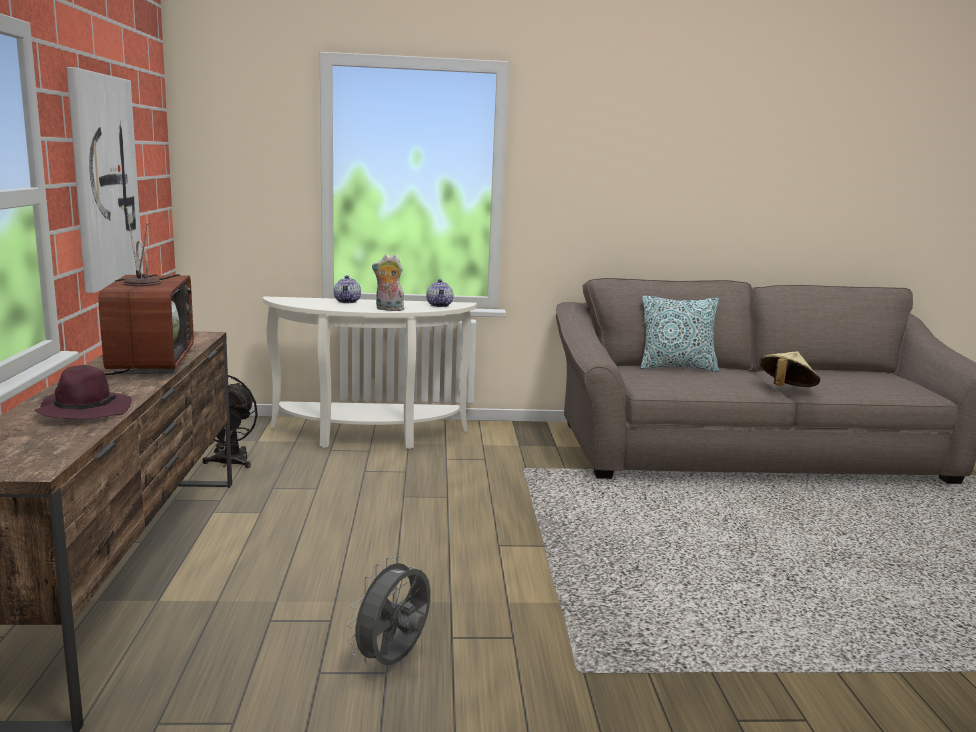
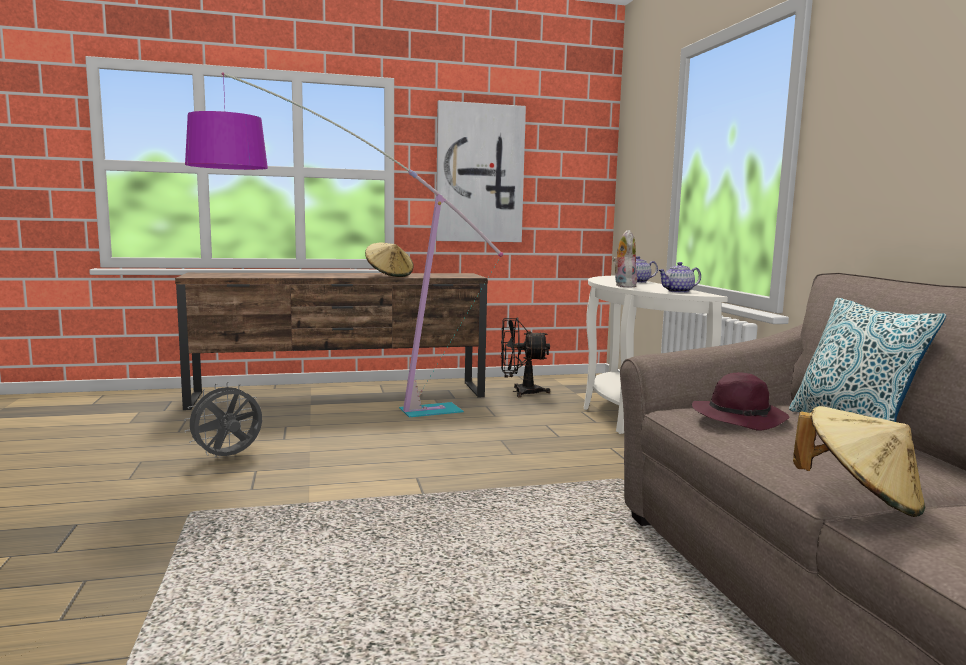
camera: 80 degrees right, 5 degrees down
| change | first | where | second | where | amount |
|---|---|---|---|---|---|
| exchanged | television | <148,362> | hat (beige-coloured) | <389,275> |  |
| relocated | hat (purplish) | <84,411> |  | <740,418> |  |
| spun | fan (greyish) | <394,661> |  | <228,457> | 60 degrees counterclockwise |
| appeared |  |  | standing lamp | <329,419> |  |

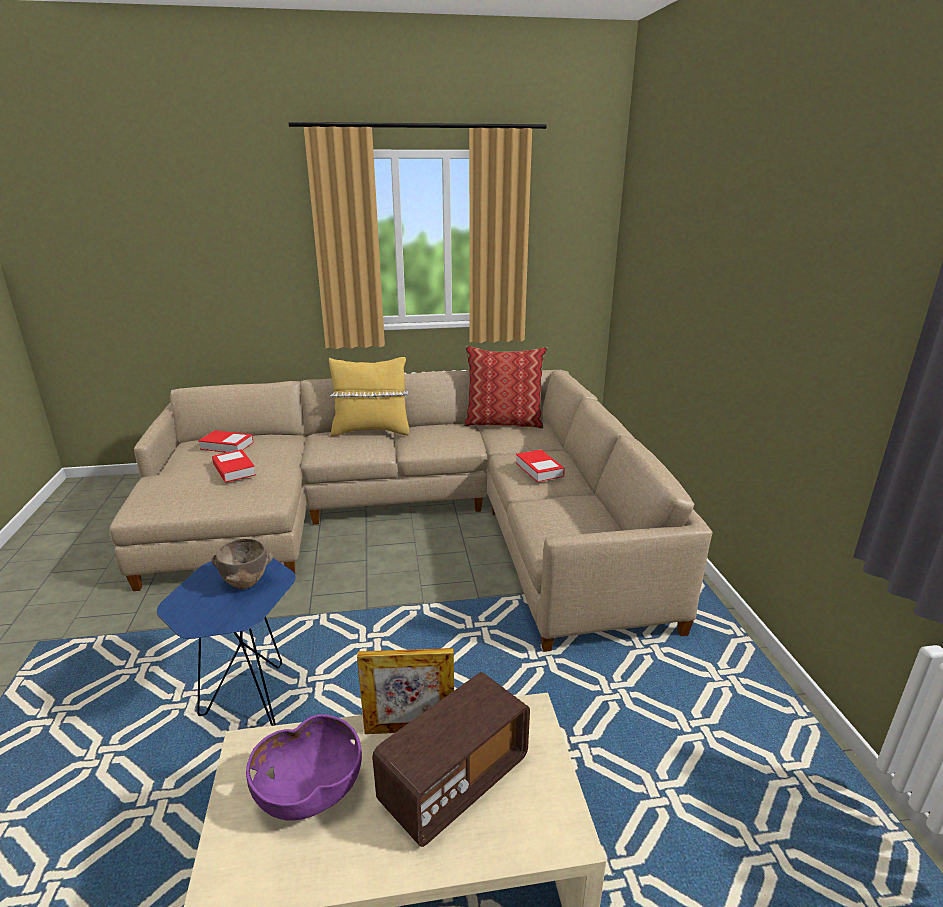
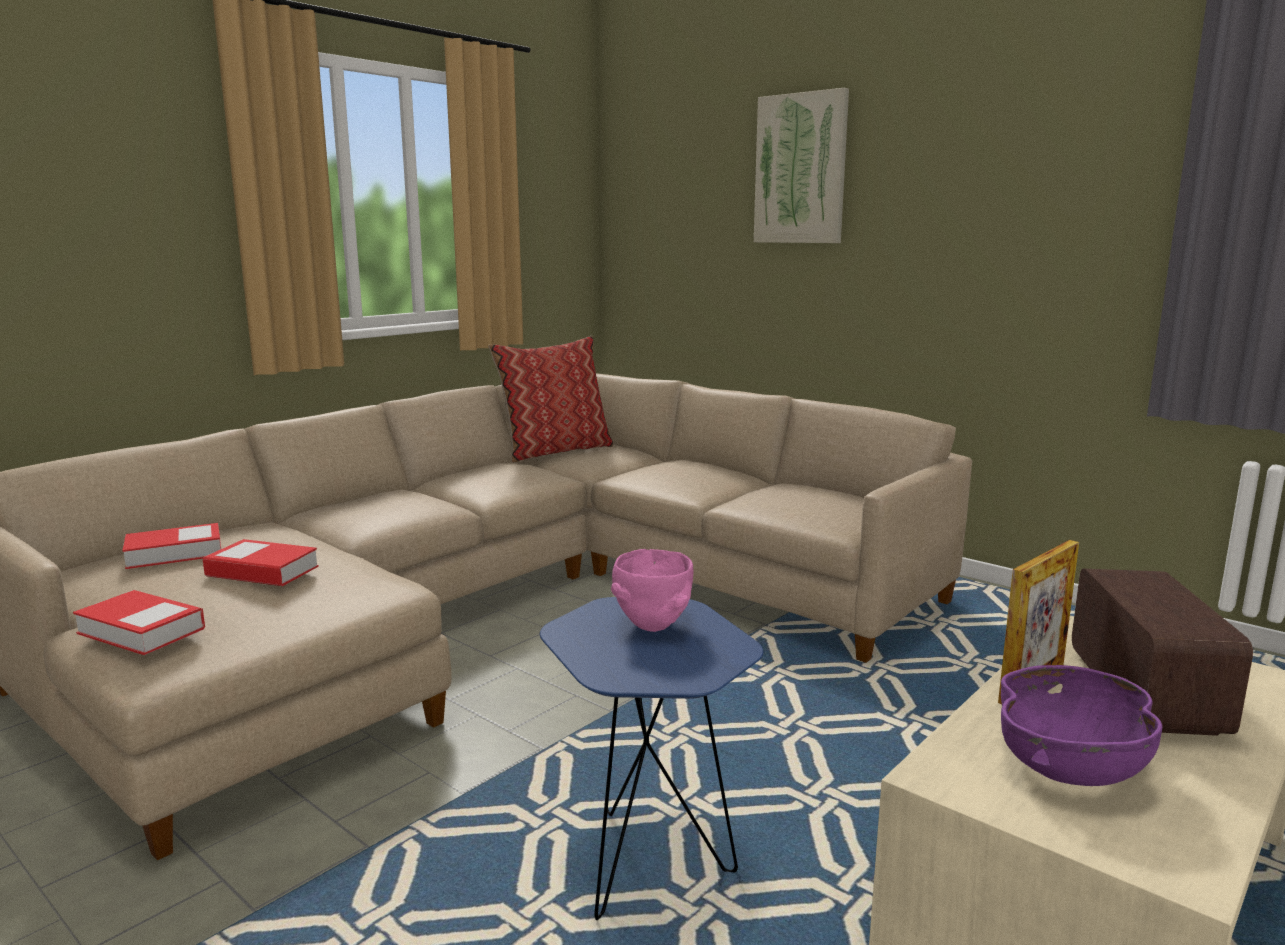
camera: 40 degrees left, 10 degrees down
| change | first | where | second | where | amount |
|---|---|---|---|---|---|
| missing | throw pillow (yellow-coloured) | <371,431> |  |  |  |
| relocated | book | <539,469> |  | <141,631> |  |
| colour | bowl (brown) | <245,584> | bowl (pink) | <652,626> |  |
| appeared |  |  | picture | <801,169> |  |

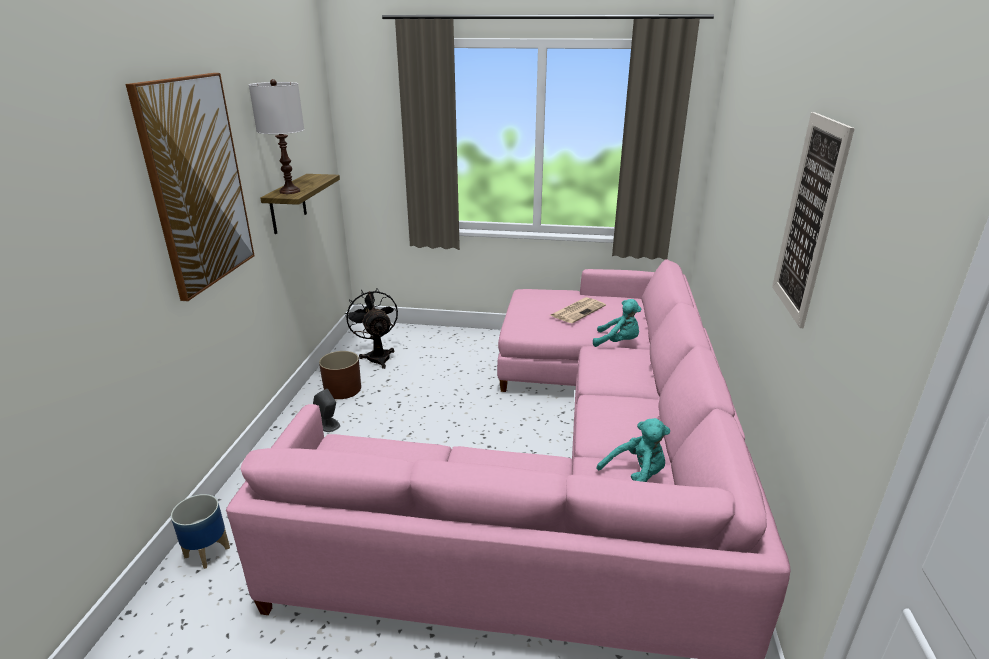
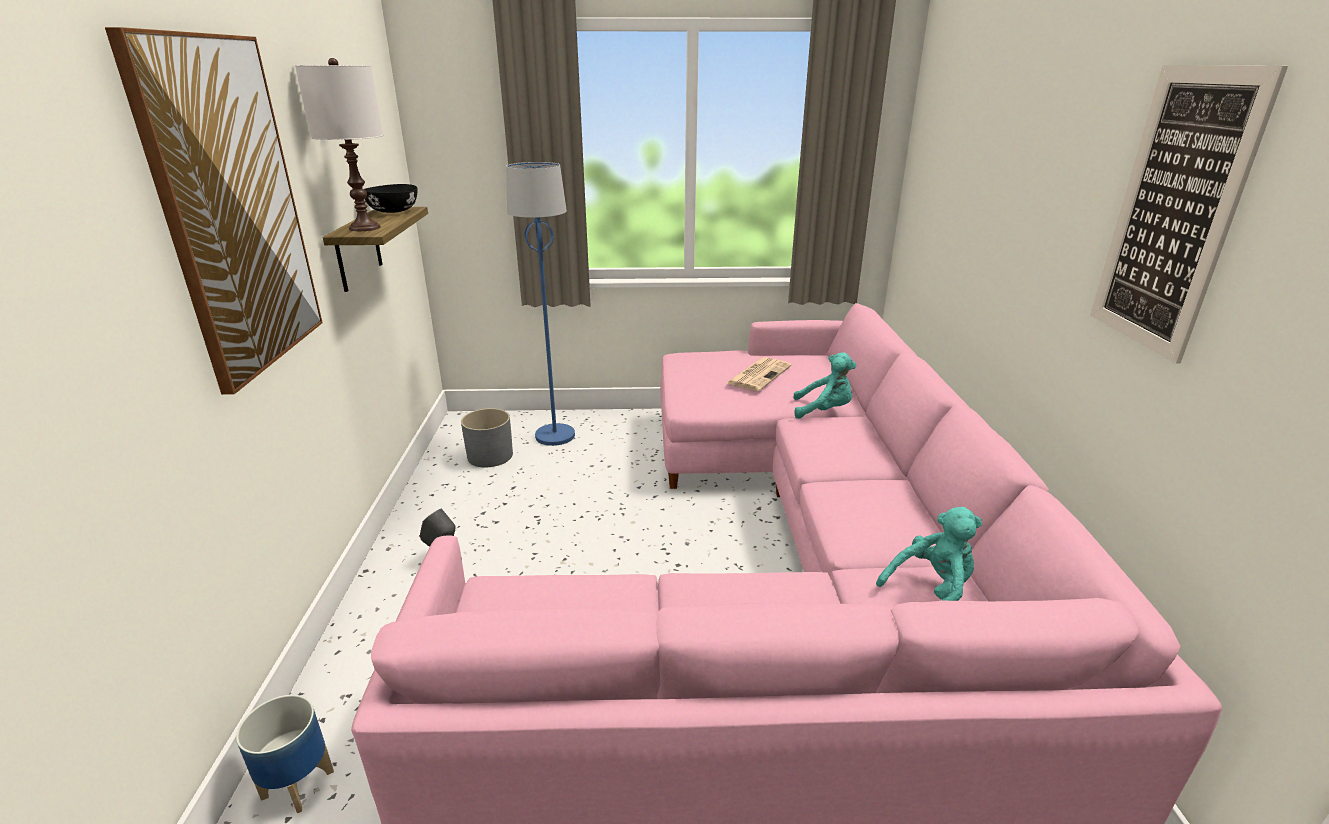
camera: 10 degrees left, 0 degrees up
| change | first | where | second | where | amount |
|---|---|---|---|---|---|
| exchanged | fan (blackish) | <377,356> | planter (greyish) | <490,456> |  |
| missing | planter (brown) | <342,389> |  |  |  |
| appeared |  |  | standing lamp (bluish) | <555,435> |  |
| appeared |  |  | bowl (blackish) | <393,211> |  |

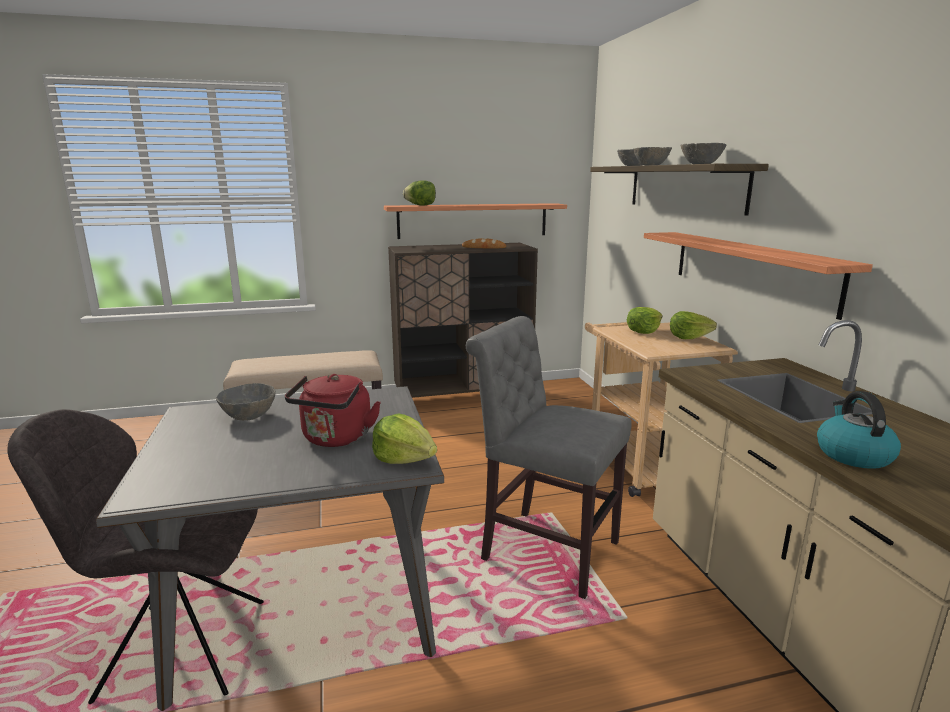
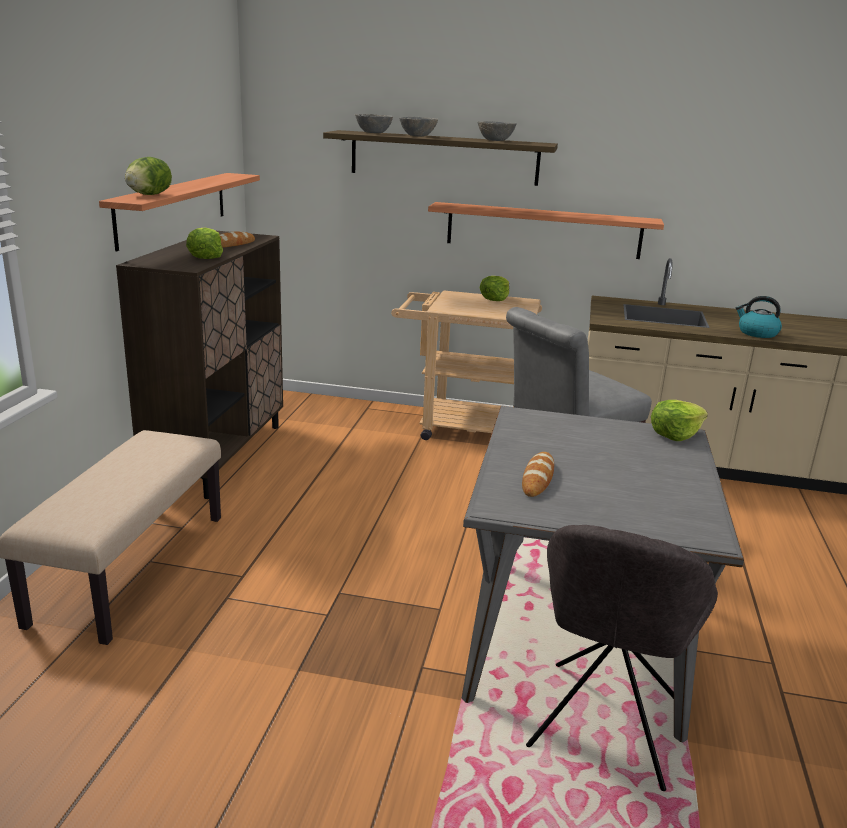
camera: 65 degrees left, 5 degrees up
| change | first | where | second | where | amount |
|---|---|---|---|---|---|
| relocated | head of lettuce | <643,331> |  | <205,256> |  |
| missing | tea kettle (red) | <335,439> |  |  |  |
| exchanged | bowl (greyish) | <249,416> | bakery bread | <538,478> |  |

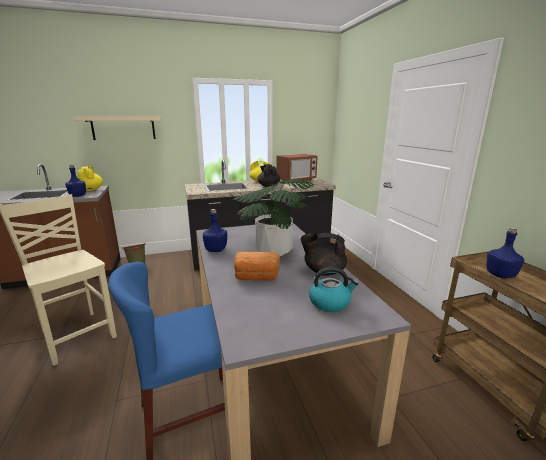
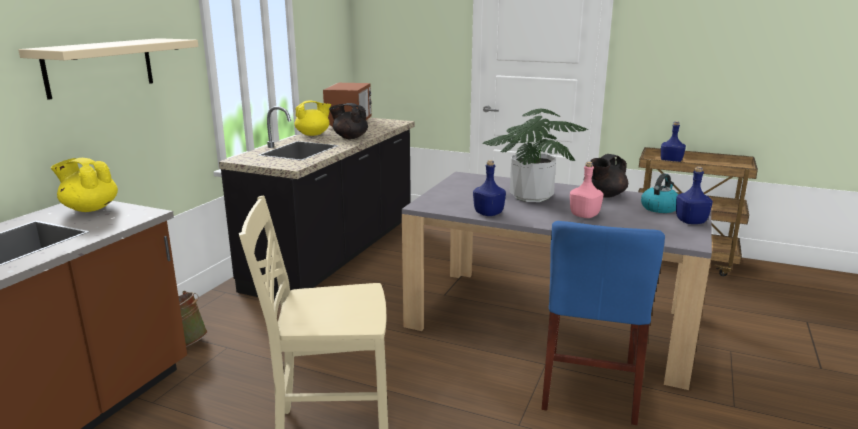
camera: 50 degrees left, 0 degrees up
| change | first | where | second | where | amount |
|---|---|---|---|---|---|
| relocated | beverage bottle (bluish) | <78,196> |  | <690,221> |  |
| exchanged | bakery bread | <256,277> | beverage bottle (pink) | <584,215> |  |

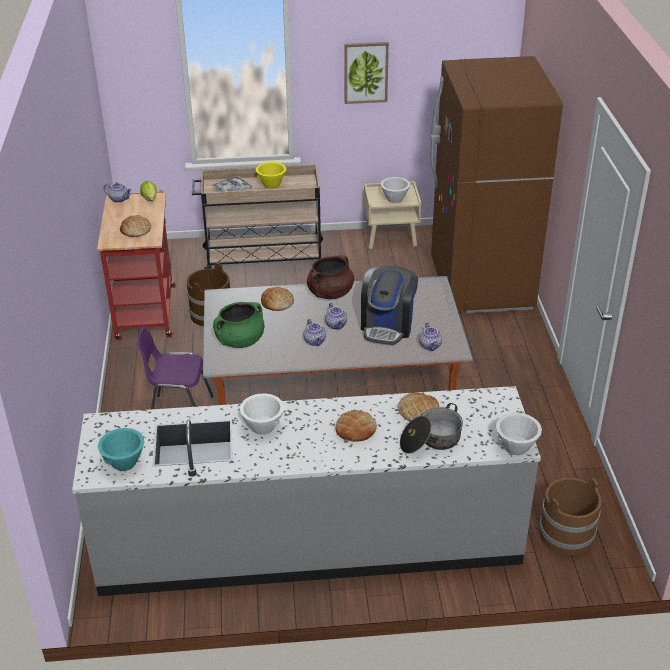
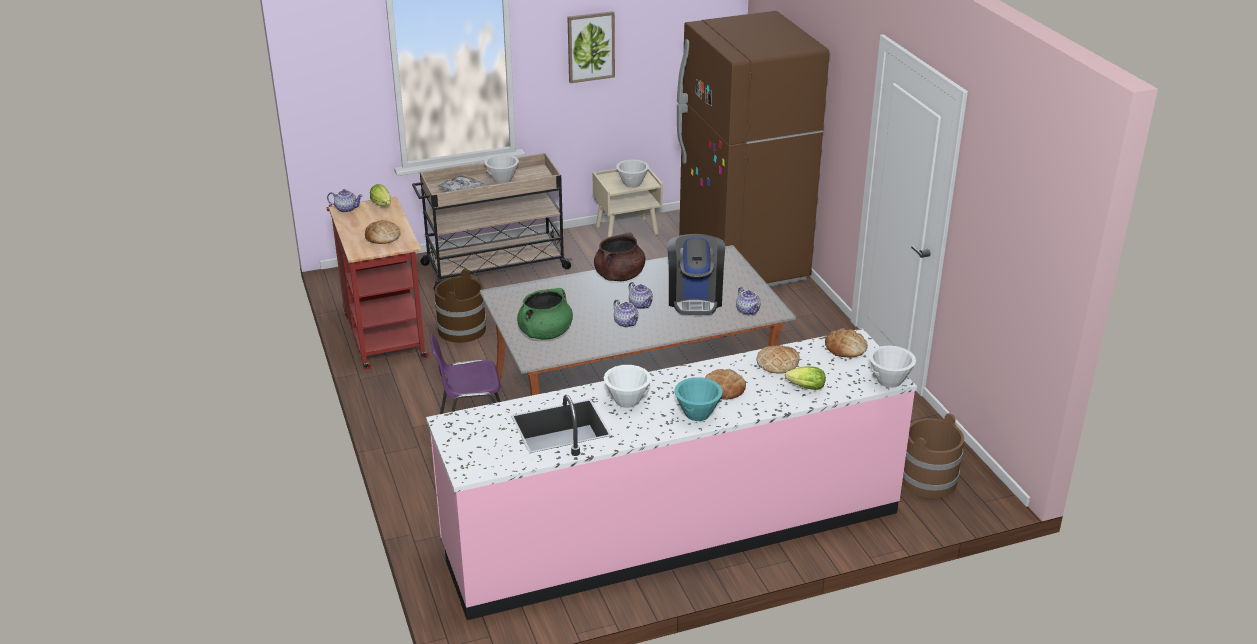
camera: 15 degrees left, 5 degrees down
| change | first | where | second | where | amount |
|---|---|---|---|---|---|
| colour | bowl (yellow-coloured) | <272,185> | bowl (white) | <502,180> |  |
| relocated | bakery bread | <277,302> |  | <845,347> |  |
| colour | kitchen counter (greyish) | <309,542> | kitchen counter (pink) | <672,530> |  |
| exchanged | stockpot | <431,440> | head of lettuce | <804,387> |  |
| relocated | bowl (blue-green) | <124,463> |  | <698,414> |  |

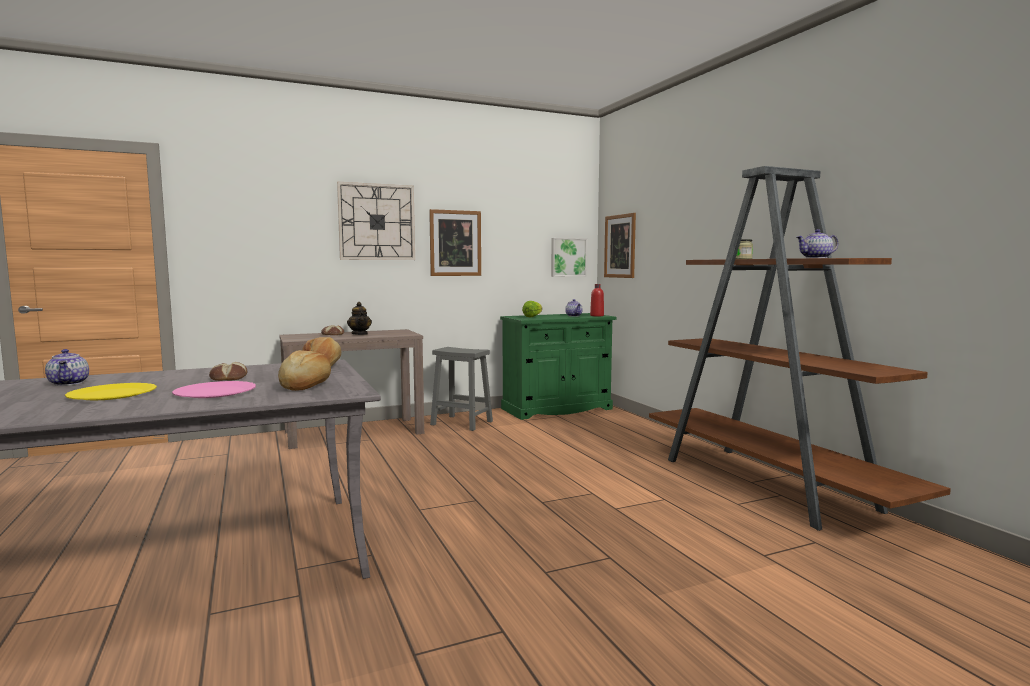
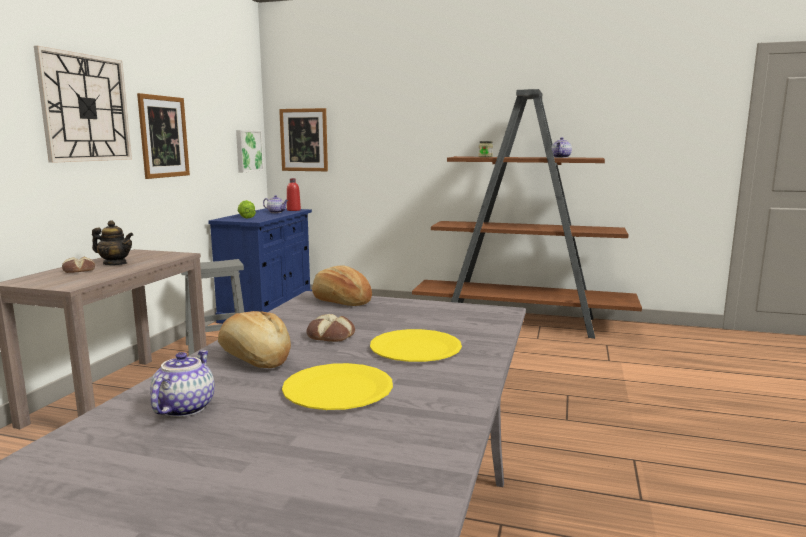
camera: 50 degrees left, 5 degrees up
| change | first | where | second | where | amount |
|---|---|---|---|---|---|
| colour | storage cabinet (greenish) | <557,409> | storage cabinet (bluish) | <268,310> |  |
| spun | teapot | <69,383> |  | <183,408> | 90 degrees counterclockwise |
| relocated | bakery bread | <305,386> |  | <254,359> |  |
| colour | dinner plate (pink) | <215,392> | dinner plate (yellow-coloured) | <416,348> |  |

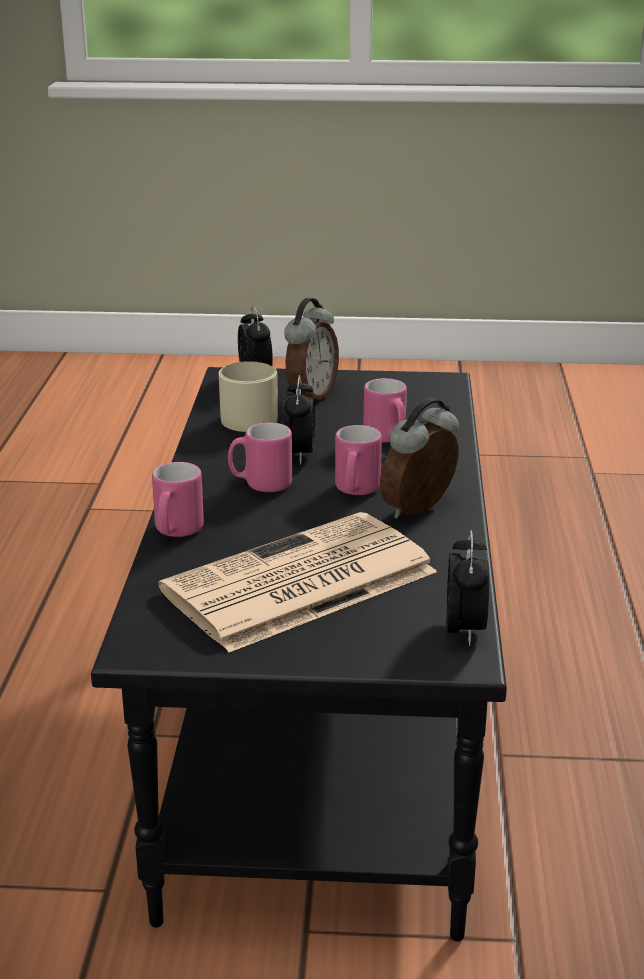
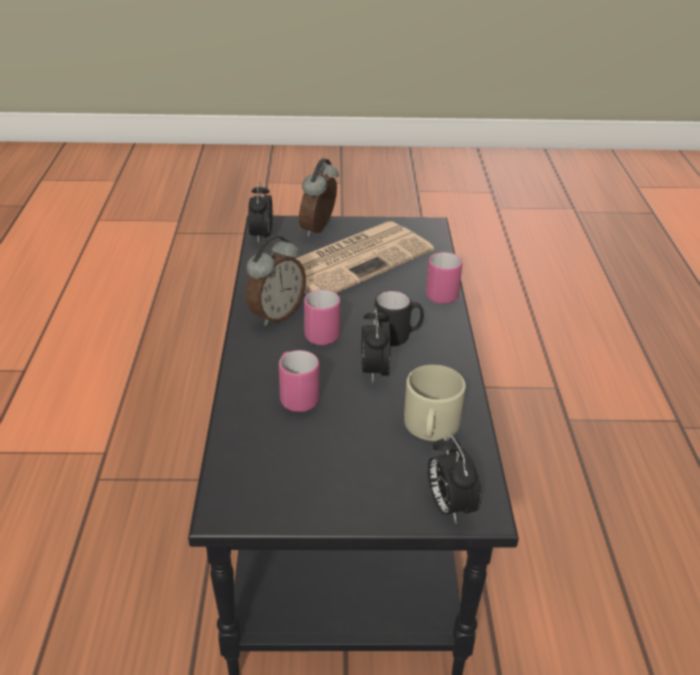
camera: 175 degrees right, 10 degrees up
| change | first | where | second | where | amount |
|---|---|---|---|---|---|
| relocated | bedside clock | <310,396> |  | <320,229> |  |
| colour | mug (pink) | <260,484> | mug (blackish) | <397,337> |  |

